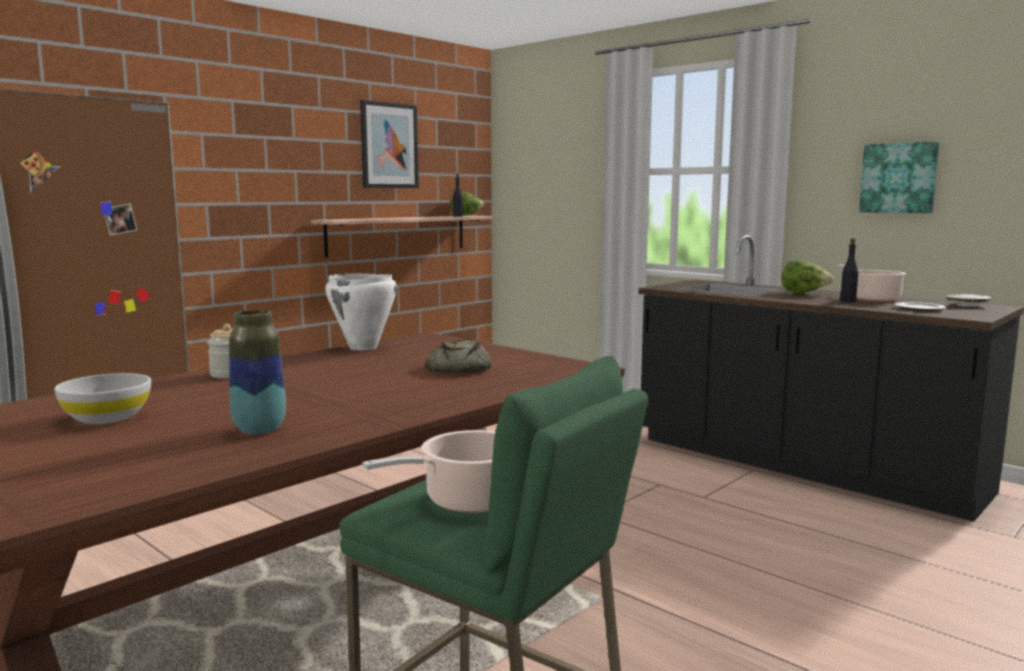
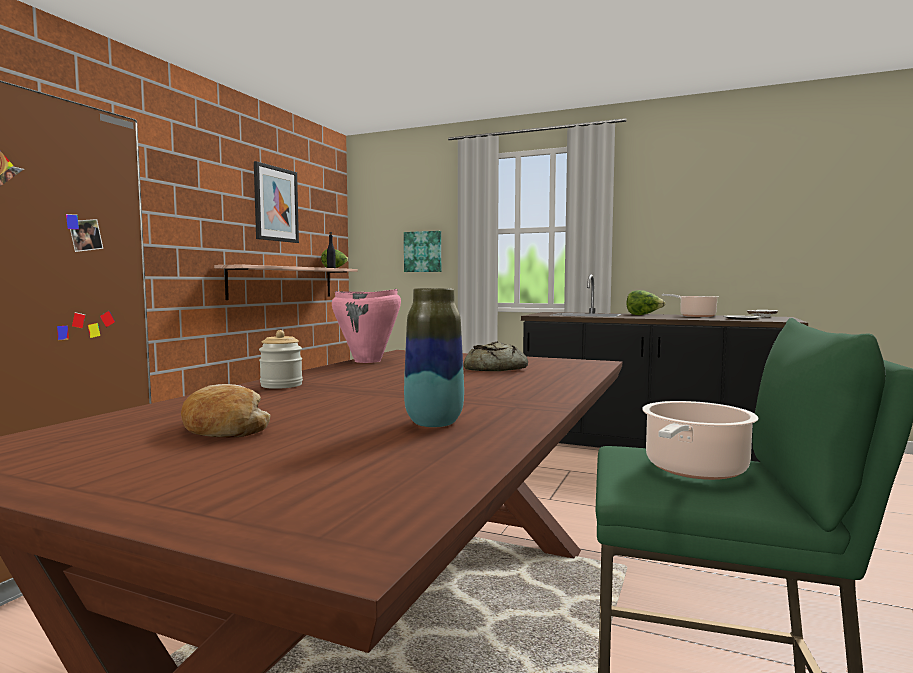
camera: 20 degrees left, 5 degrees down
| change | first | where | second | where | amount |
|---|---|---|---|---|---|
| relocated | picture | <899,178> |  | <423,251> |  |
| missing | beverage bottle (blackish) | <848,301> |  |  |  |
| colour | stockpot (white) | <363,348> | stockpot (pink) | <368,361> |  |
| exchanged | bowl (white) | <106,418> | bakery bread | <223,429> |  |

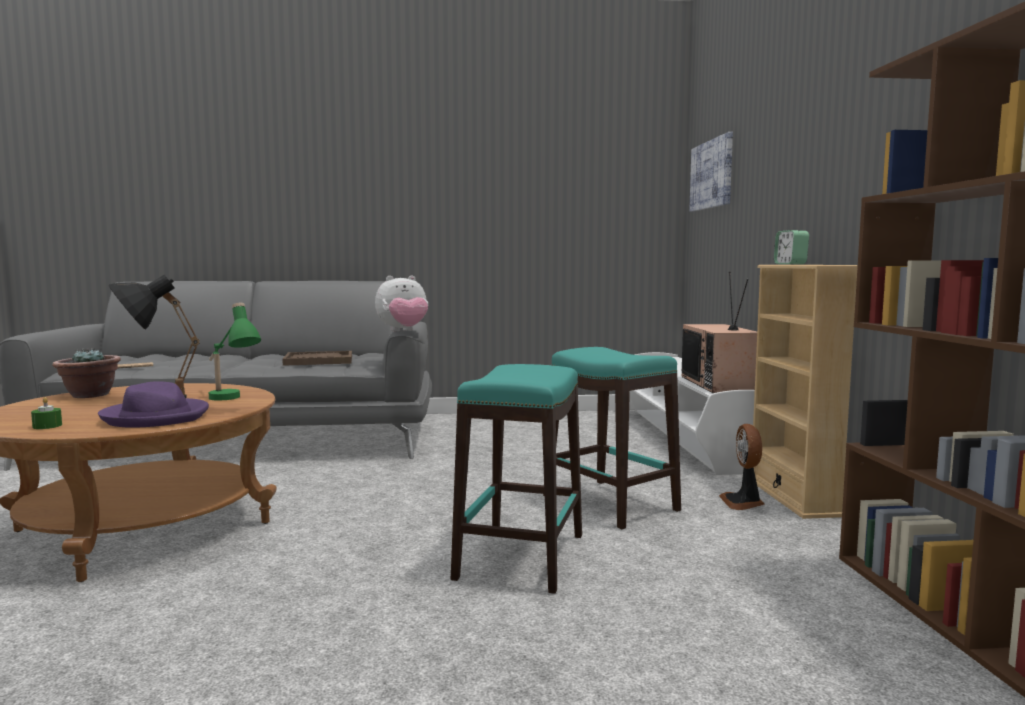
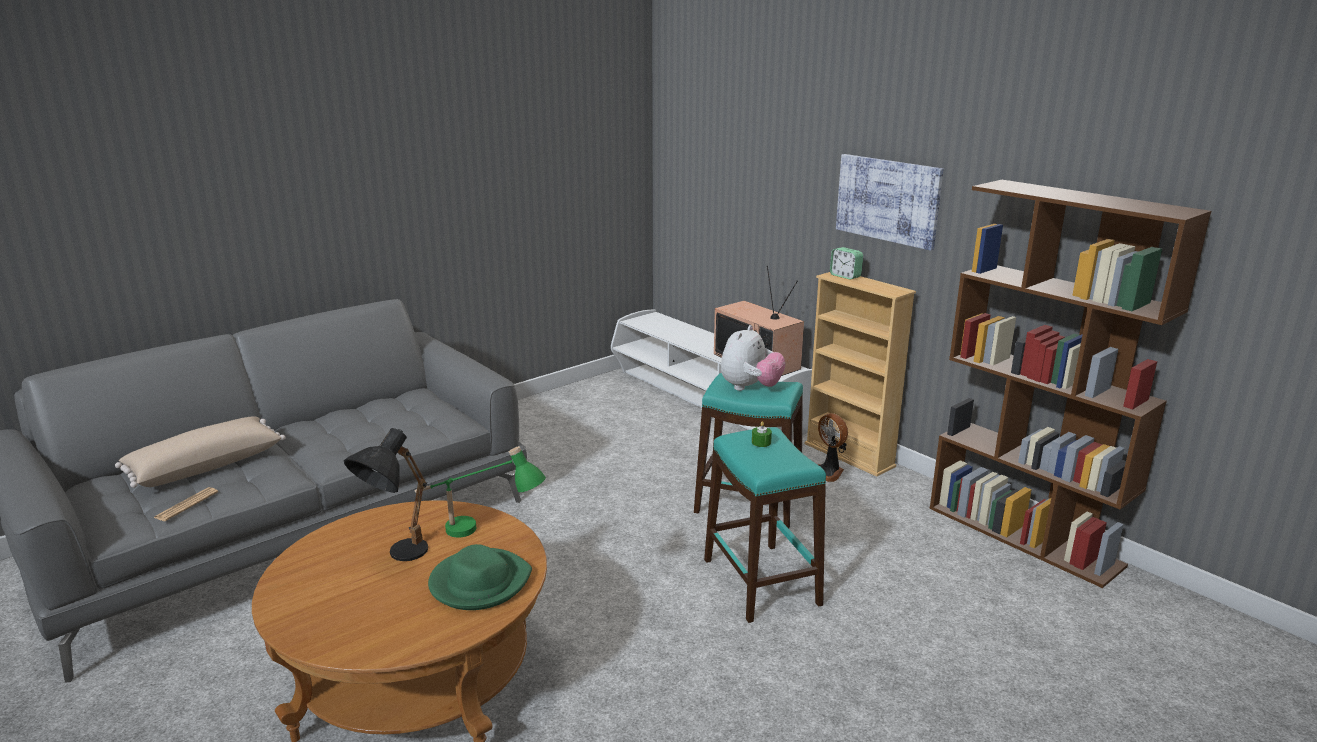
camera: 35 degrees left, 15 degrees up
| change | first | where | second | where | amount |
|---|---|---|---|---|---|
| relocated | picture | <712,174> |  | <888,200> |  |
| relocated | cuddly toy | <403,331> |  | <750,388> |  |
| missing | potted plant | <89,395> |  |  |  |
| missing | tray (brown) | <318,361> |  |  |  |
| colour | hat (purplish) | <156,417> | hat (greenish) | <479,583> |  |
| relocated | candle (greenish) | <47,426> |  | <761,442> |  |
| appeared |  |  | throw pillow (beige-coloured) | <205,466> |  |

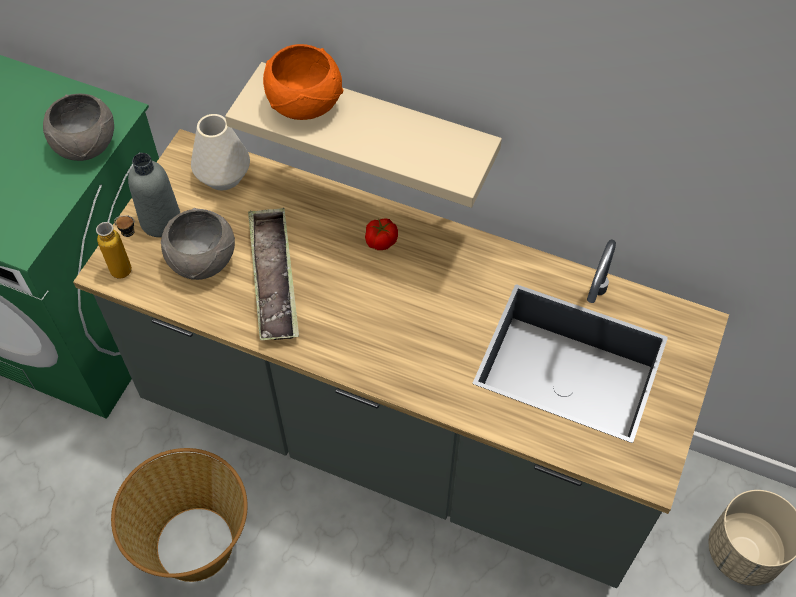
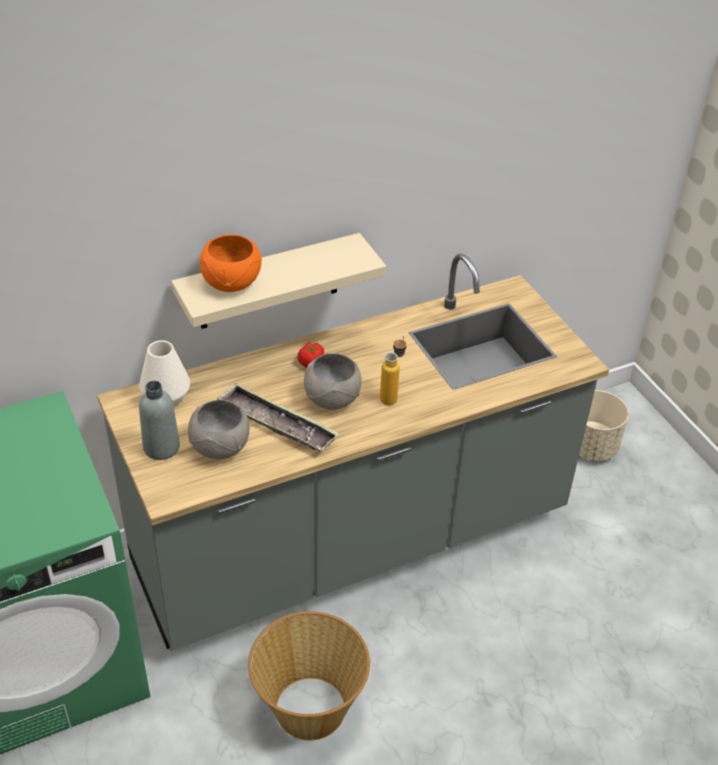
camera: 50 degrees left, 15 degrees down
| change | first | where | second | where | amount |
|---|---|---|---|---|---|
| relocated | bowl (greyish) | <85,146> |  | <332,399> |  |
| relocated | beverage bottle | <130,269> |  | <392,395> |  |

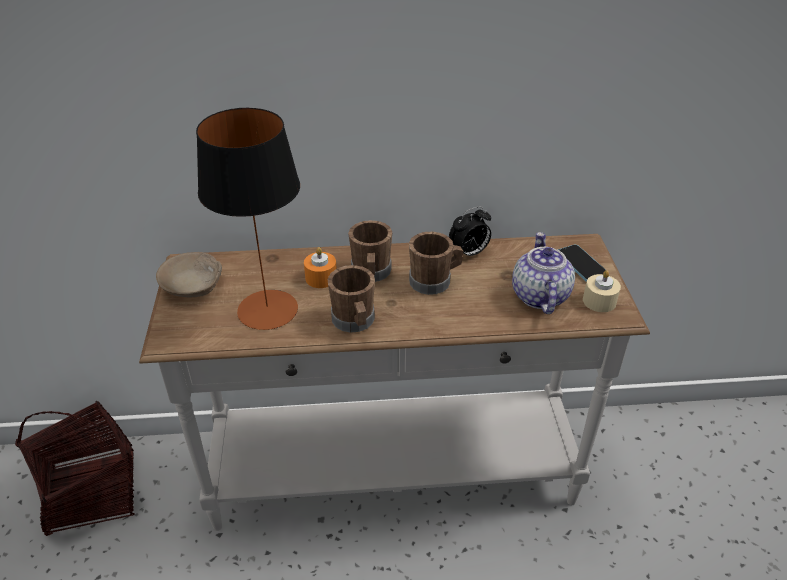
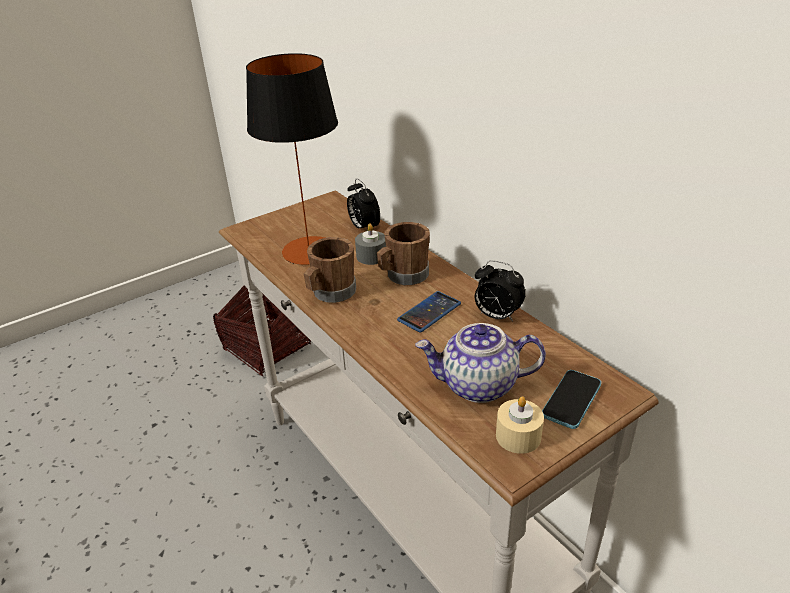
camera: 60 degrees right, 5 degrees down
| change | first | where | second | where | amount |
|---|---|---|---|---|---|
| exchanged | mug (brown) | <434,281> | telephone | <429,312> |  |
| spun | teapot | <539,295> |  | <478,386> | 150 degrees counterclockwise |
| colour | candle (orange-coloured) | <321,278> | candle (greyish) | <371,256> |  |
| missing | bowl (beige-coloured) | <193,285> |  |  |  |
| appeared |  |  | bedside clock | <364,228> |  |

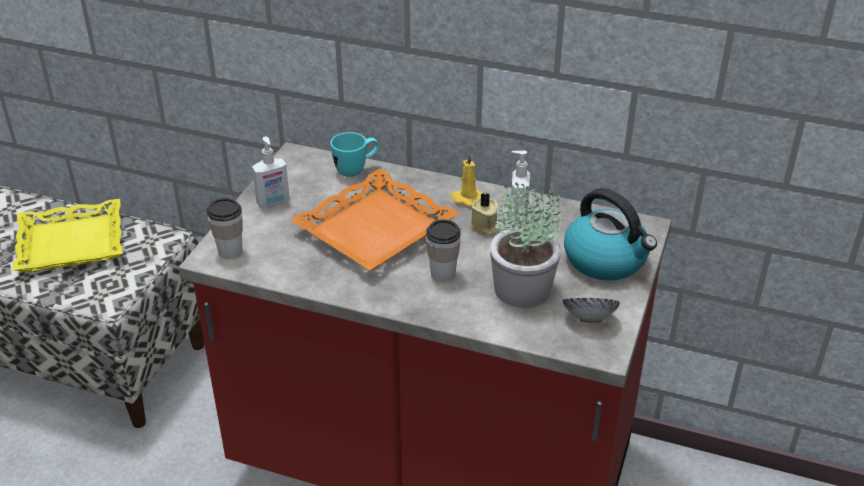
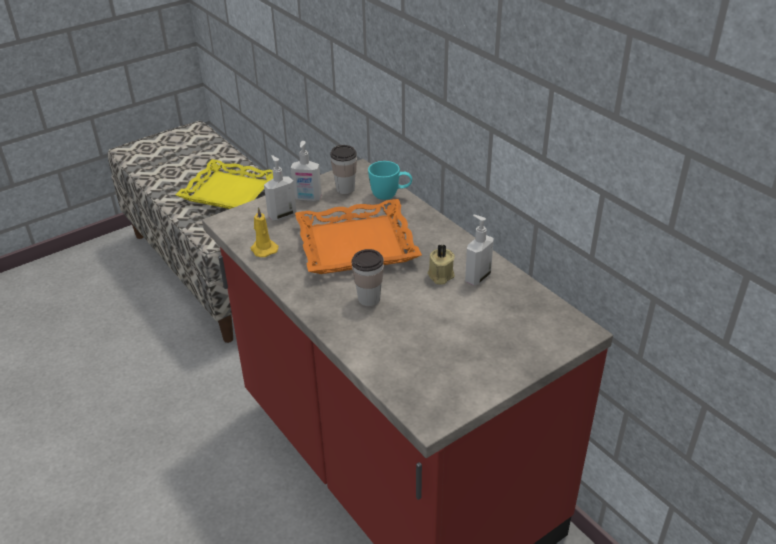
camera: 35 degrees right, 0 degrees up
| change | first | where | second | where | amount |
|---|---|---|---|---|---|
| relocated | candle (yellow-coloured) | <466,199> |  | <263,249> |  |
| missing | potted plant | <522,290> |  |  |  |
| missing | tea kettle | <606,260> |  |  |  |
| relocated | cup | <230,251> |  | <345,189> |  |
| missing | bowl | <588,319> |  |  |  |
| appeared |  |  | soap dispenser | <282,215> |  |

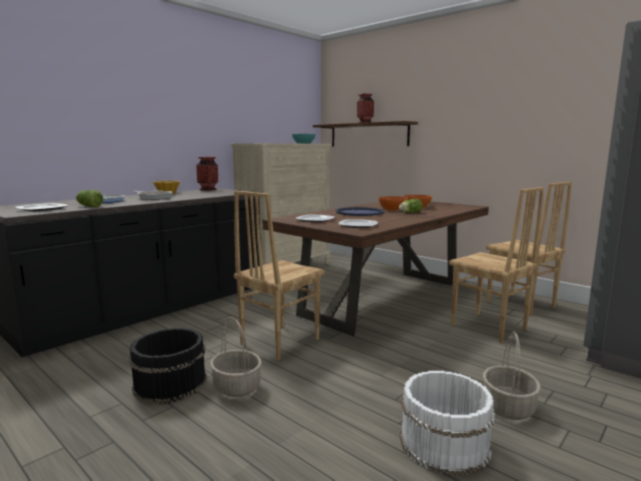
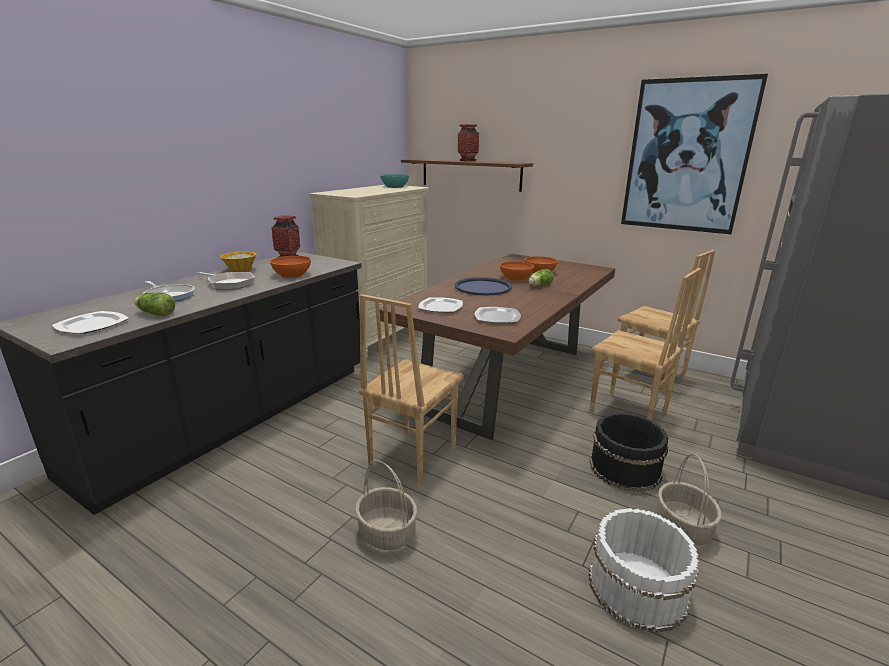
camera: 10 degrees left, 10 degrees up
| change | first | where | second | where | amount |
|---|---|---|---|---|---|
| relocated | bucket (blackish) | <169,383> |  | <624,468> |  |
| appeared |  |  | picture | <687,156> |  |
| appeared |  |  | bowl (orange-coloured) | <292,275> |  |

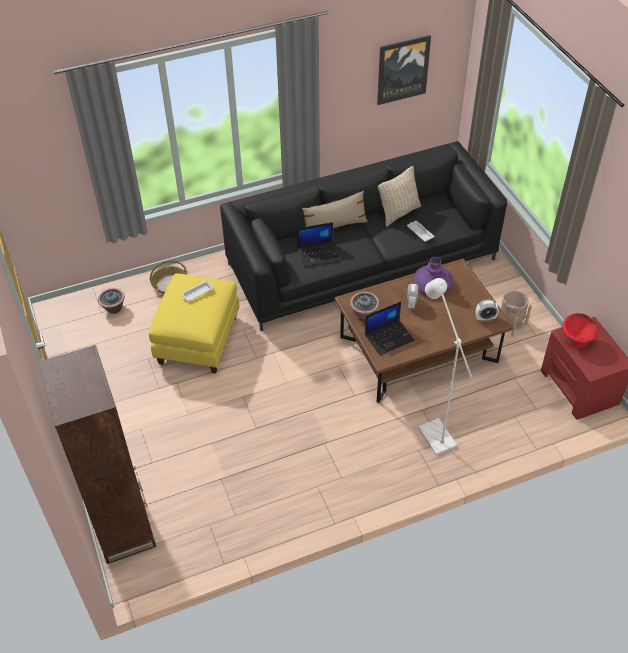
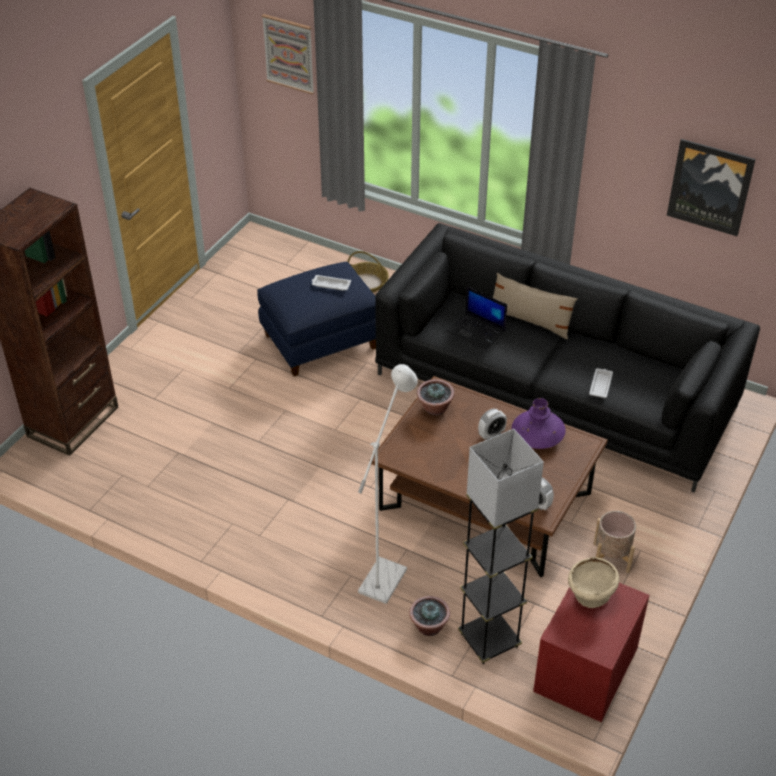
camera: 50 degrees right, 5 degrees down
| change | first | where | second | where | amount |
|---|---|---|---|---|---|
| missing | throw pillow (beige-coloured) | <399,213> |  |  |  |
| colour | footrest (yellow-coloured) | <197,339> | footrest (bluish) | <320,340> |  |
| relocated | potted plant | <113,308> |  | <429,627> |  |
| missing | portable computer | <389,337> |  |  |  |
| colour | bowl (red) | <576,340> | bowl (beige-coloured) | <590,596> |  |
| appeared |  |  | picture | <289,53> |  |
| appeared |  |  | standing lamp (greyish) | <489,640> |  |

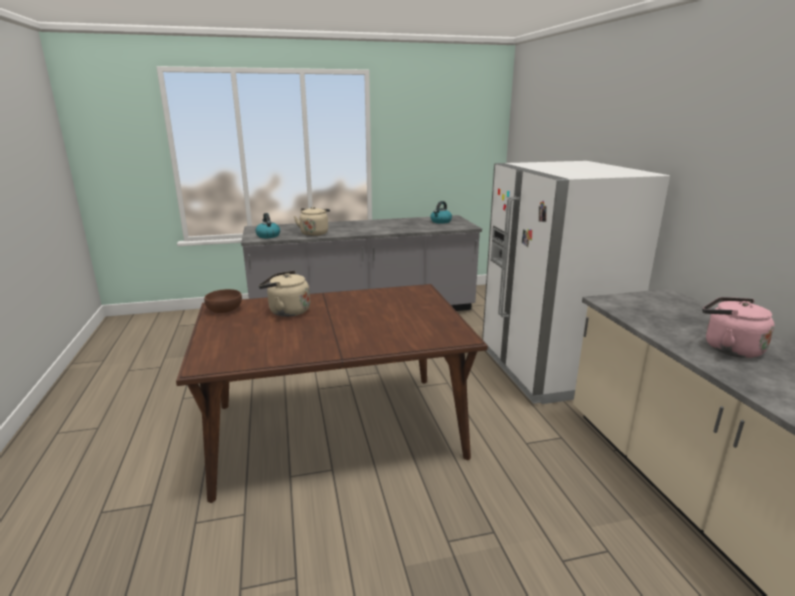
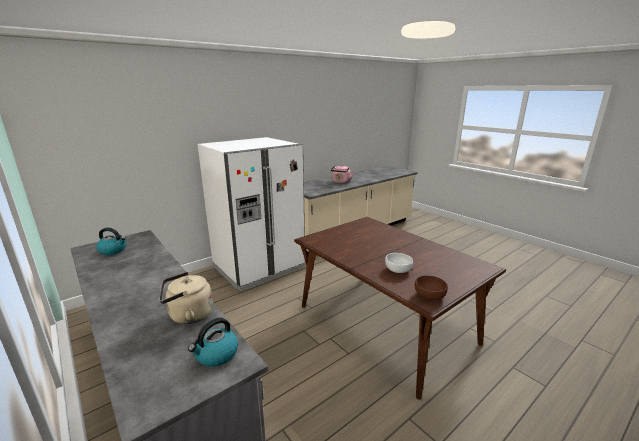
camera: 115 degrees left, 0 degrees up
| change | first | where | second | where | amount |
|---|---|---|---|---|---|
| exchanged | tea kettle (beige-coloured) | <286,311> | bowl (white) | <397,270> |  |

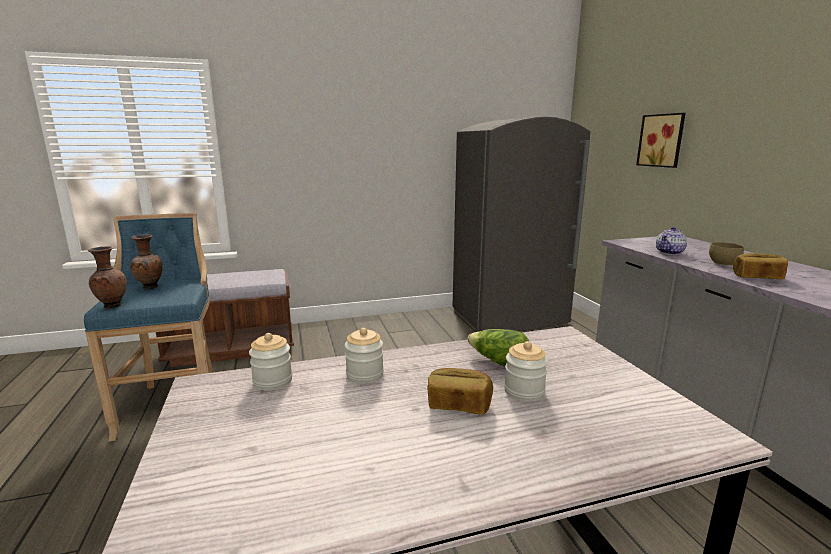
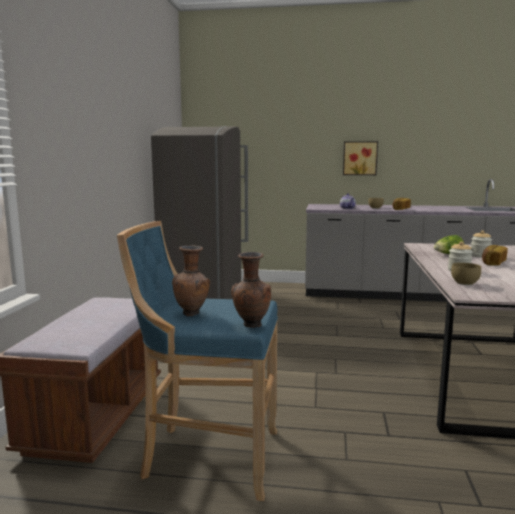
camera: 65 degrees left, 5 degrees down
| change | first | where | second | where | amount |
|---|---|---|---|---|---|
| relocated | picture | <662,140> |  | <360,158> |  |
| exchanged | preserve jar | <272,381> | bowl (brown) | <465,283> |  |

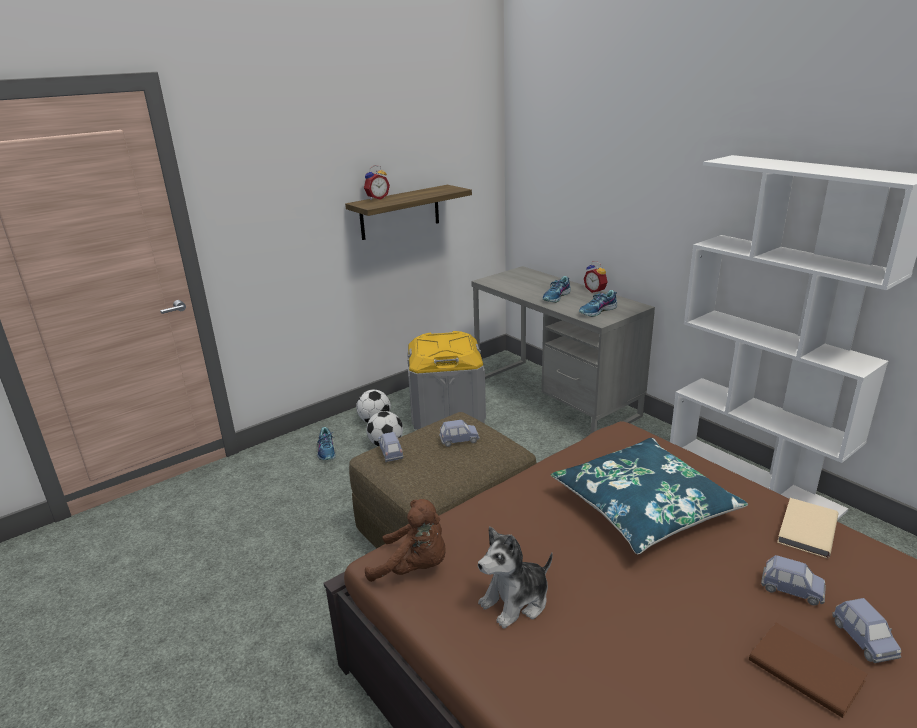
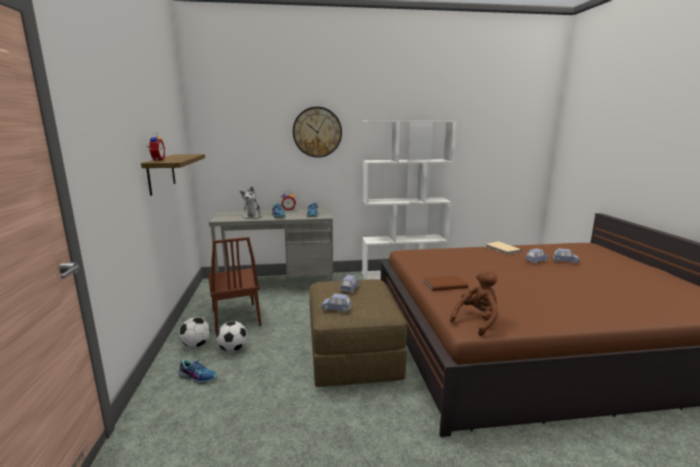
camera: 60 degrees left, 10 degrees down
| change | first | where | second | where | amount |
|---|---|---|---|---|---|
| exchanged | storage bin (greyish) | <447,413> | plain chair (brown) | <236,317> |  |
| missing | throw pillow (bluish) | <643,506> |  |  |  |
| relocated | cuddly toy | <516,601> |  | <252,216> |  |
| relocated | book (brown) | <805,668> |  | <444,284> |  |
| appeared |  |  | clock on the wall | <317,132> |  |

